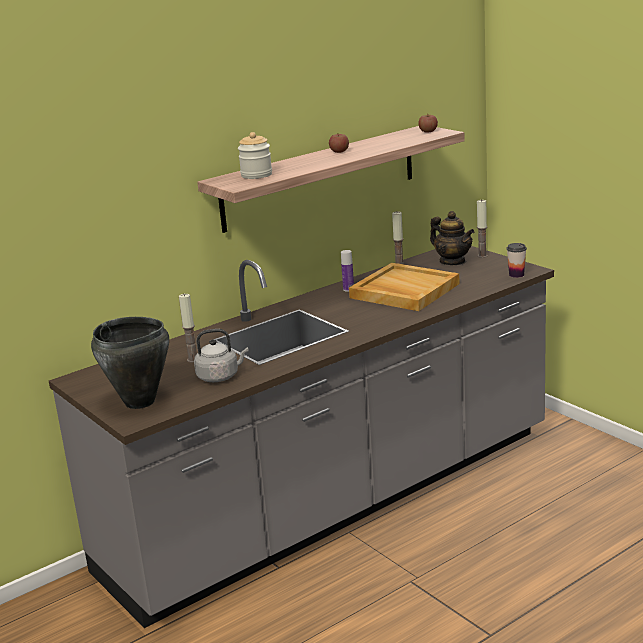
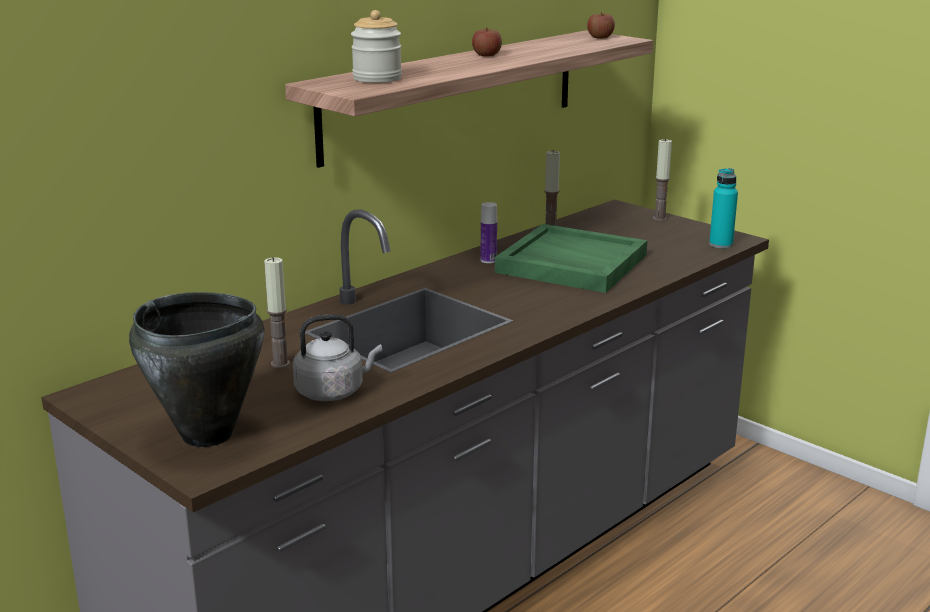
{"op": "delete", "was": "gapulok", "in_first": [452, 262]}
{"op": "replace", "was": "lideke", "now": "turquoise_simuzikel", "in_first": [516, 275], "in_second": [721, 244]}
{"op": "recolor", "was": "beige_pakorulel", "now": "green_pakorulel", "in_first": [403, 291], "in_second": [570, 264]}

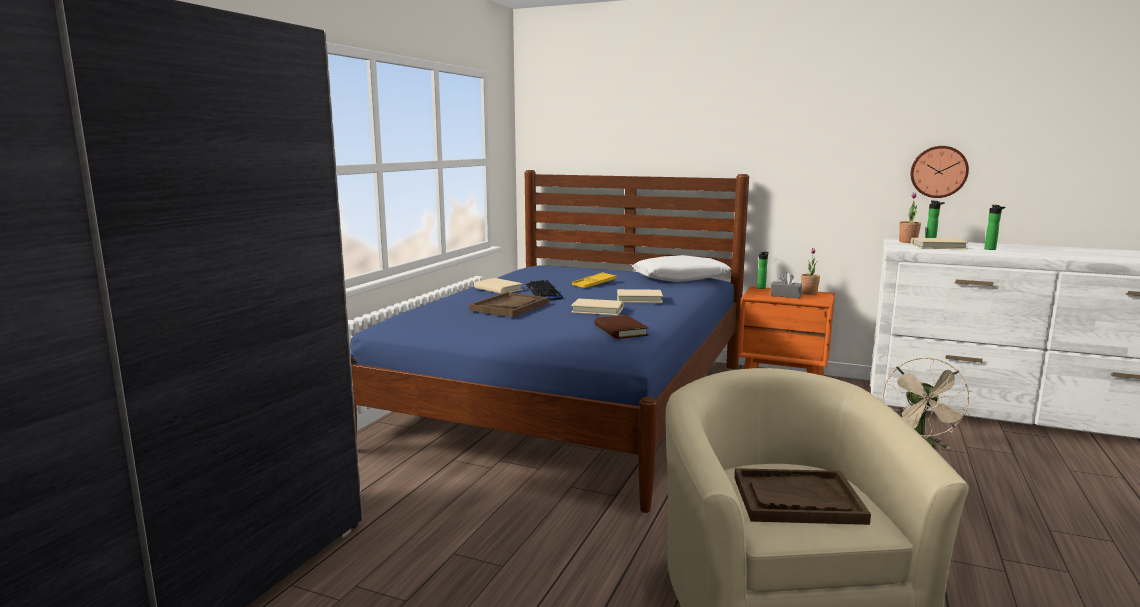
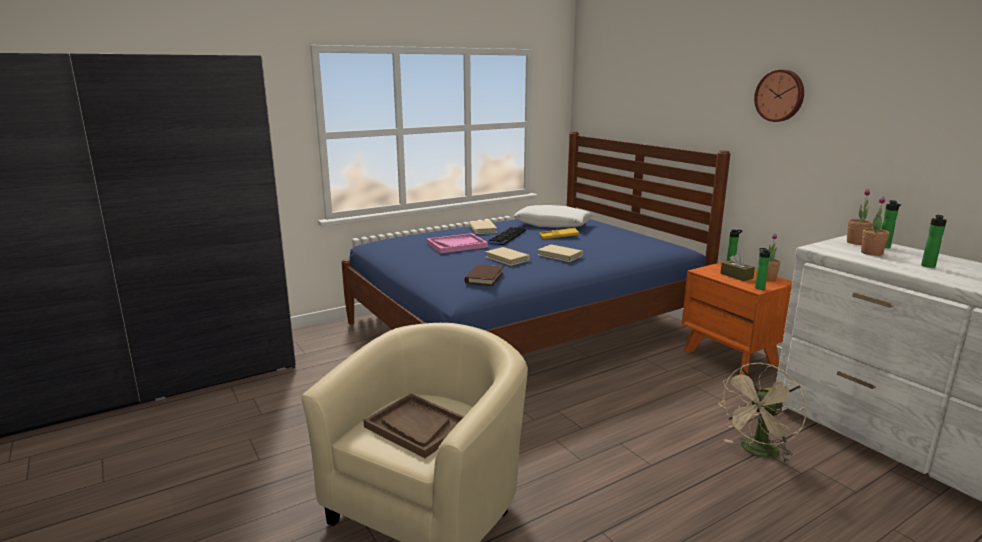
{"op": "insert", "now": "simuzikel", "in_second": [759, 287]}
{"op": "move", "was": "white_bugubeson", "in_first": [680, 278], "in_second": [553, 224]}
{"op": "move", "was": "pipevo", "in_first": [938, 171], "in_second": [780, 95]}
{"op": "replace", "was": "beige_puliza", "now": "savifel", "in_first": [938, 246], "in_second": [871, 253]}
{"op": "recolor", "was": "brown_pakorulel", "now": "pink_pakorulel", "in_first": [509, 307], "in_second": [457, 245]}
{"op": "recolor", "was": "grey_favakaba", "now": "brown_favakaba", "in_first": [785, 295], "in_second": [736, 276]}

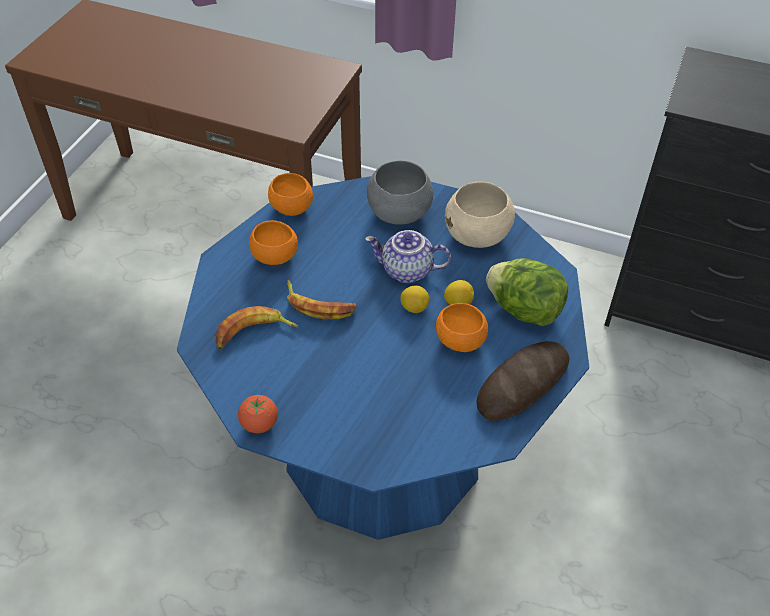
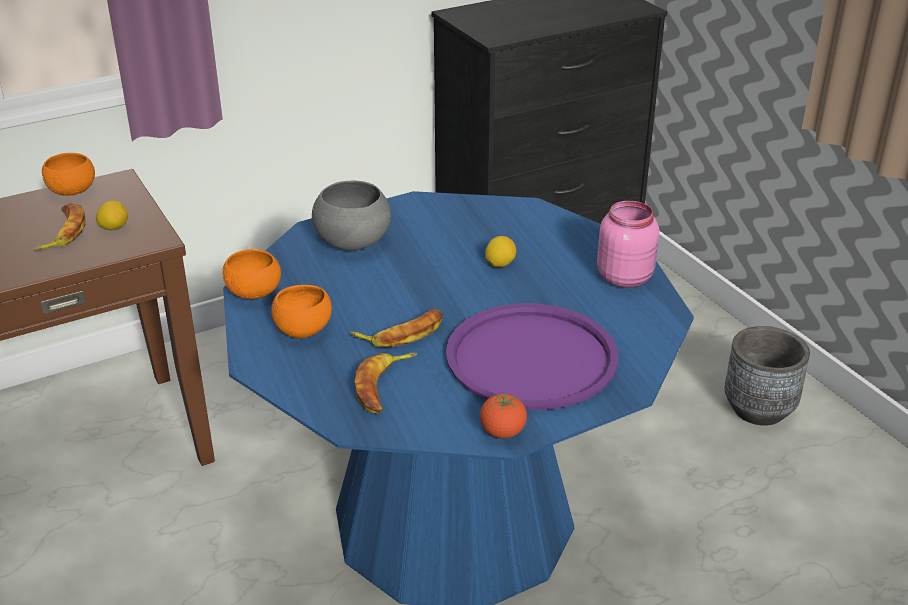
{"op": "delete", "was": "gapulok", "in_first": [406, 271]}
{"op": "delete", "was": "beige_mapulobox", "in_first": [478, 236]}
{"op": "delete", "was": "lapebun", "in_first": [524, 310]}
{"op": "insert", "now": "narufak", "in_second": [63, 233]}
{"op": "insert", "now": "purple_pakorulel", "in_second": [531, 358]}
{"op": "insert", "now": "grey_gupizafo", "in_second": [759, 409]}
{"op": "move", "was": "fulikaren", "in_first": [414, 308], "in_second": [114, 228]}
{"op": "move", "was": "orange_mapulobox", "in_first": [460, 341], "in_second": [72, 191]}
{"op": "replace", "was": "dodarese", "now": "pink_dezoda", "in_first": [522, 384], "in_second": [625, 277]}

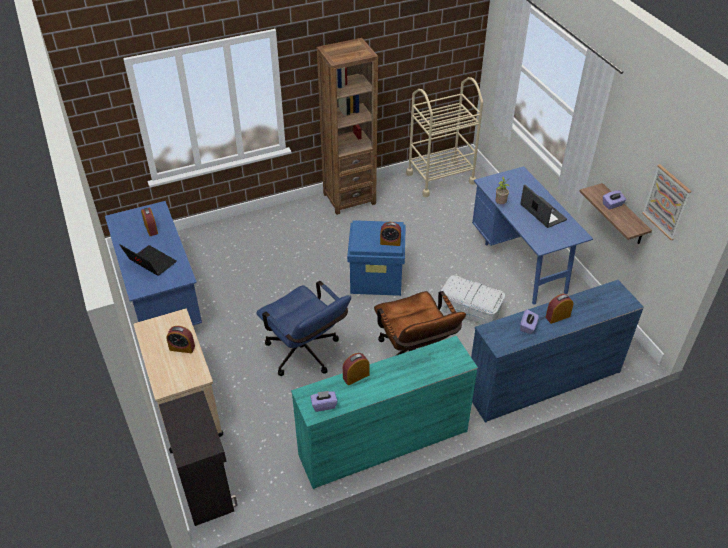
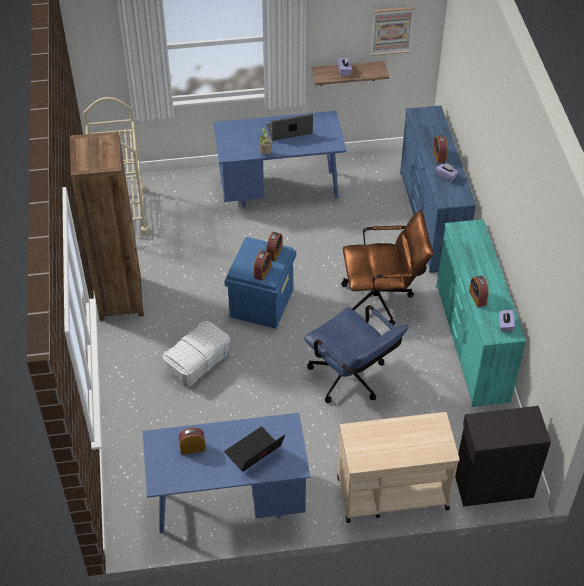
{"op": "move", "was": "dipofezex", "in_first": [182, 348], "in_second": [262, 272]}
{"op": "move", "was": "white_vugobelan", "in_first": [470, 310], "in_second": [198, 363]}
{"op": "rotate", "was": "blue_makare", "in_first": [306, 355], "in_second": [351, 380], "clockwise": 75}

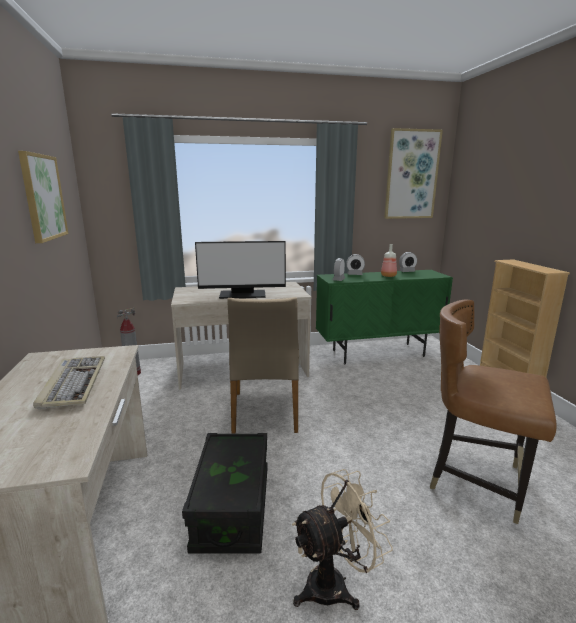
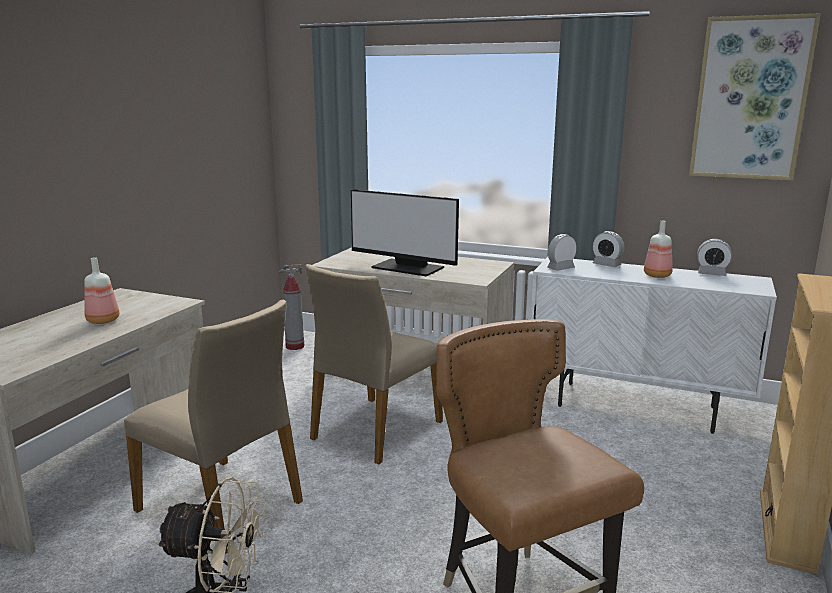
{"op": "delete", "was": "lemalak", "in_first": [43, 197]}
{"op": "replace", "was": "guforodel", "now": "simuzikel", "in_first": [73, 383], "in_second": [103, 320]}
{"op": "replace", "was": "black_vugobelan", "now": "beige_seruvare", "in_first": [232, 507], "in_second": [222, 505]}
{"op": "recolor", "was": "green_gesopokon", "now": "white_gesopokon", "in_first": [378, 353], "in_second": [636, 407]}

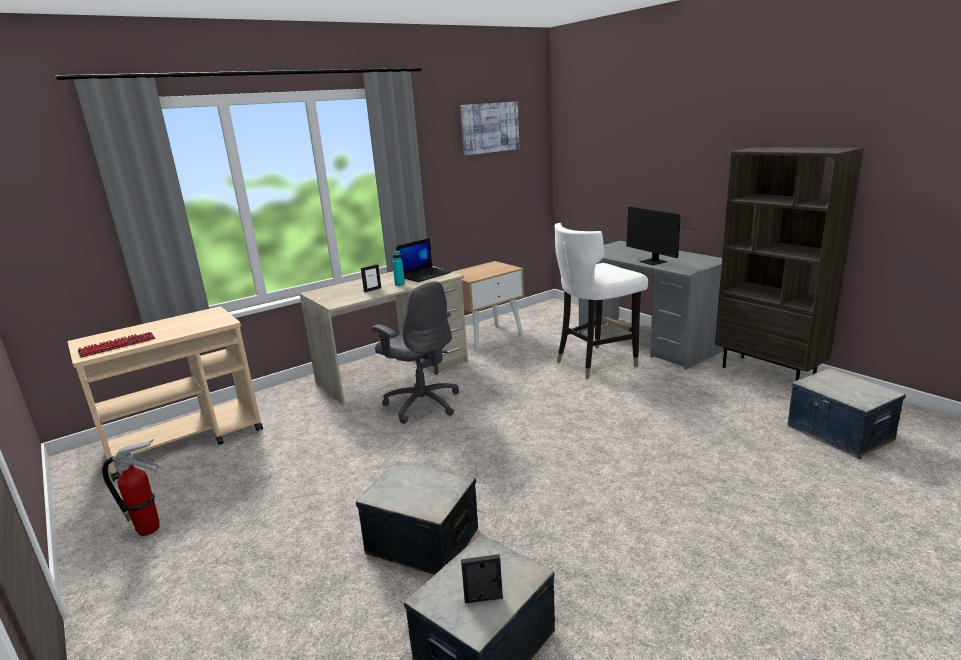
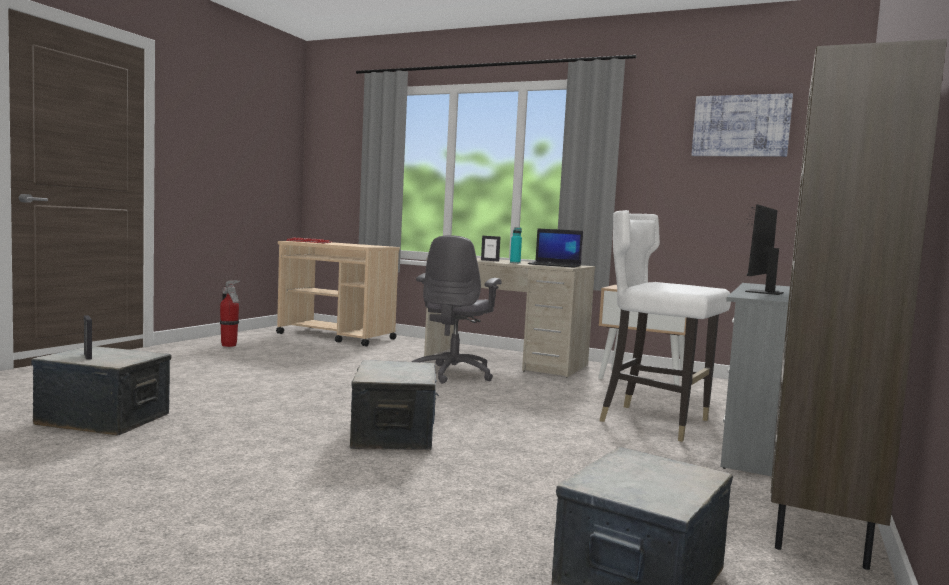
{"op": "move", "was": "vugobelan", "in_first": [423, 541], "in_second": [394, 434]}

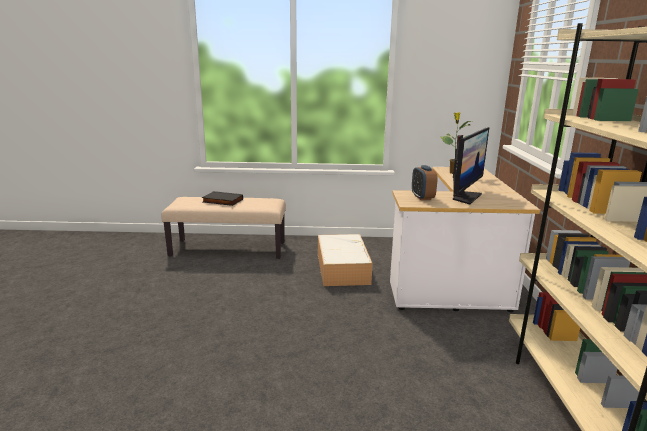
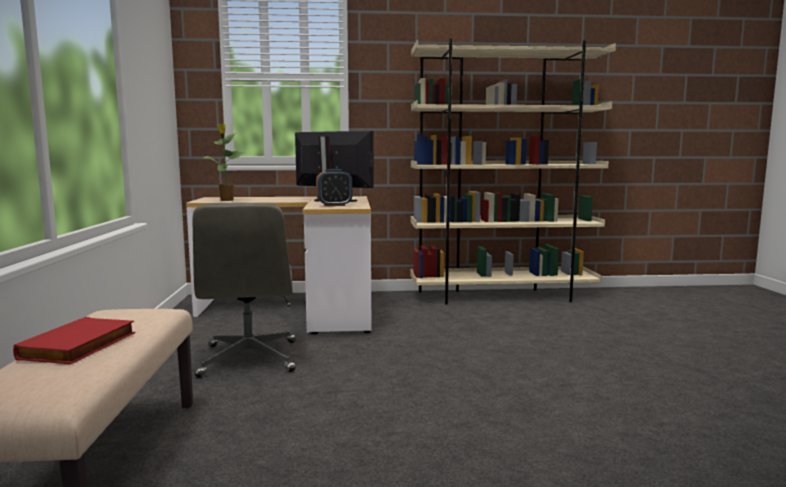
{"op": "replace", "was": "vugobelan", "now": "grey_makare", "in_first": [342, 267], "in_second": [249, 359]}
{"op": "recolor", "was": "black_puliza", "now": "red_puliza", "in_first": [222, 201], "in_second": [80, 346]}

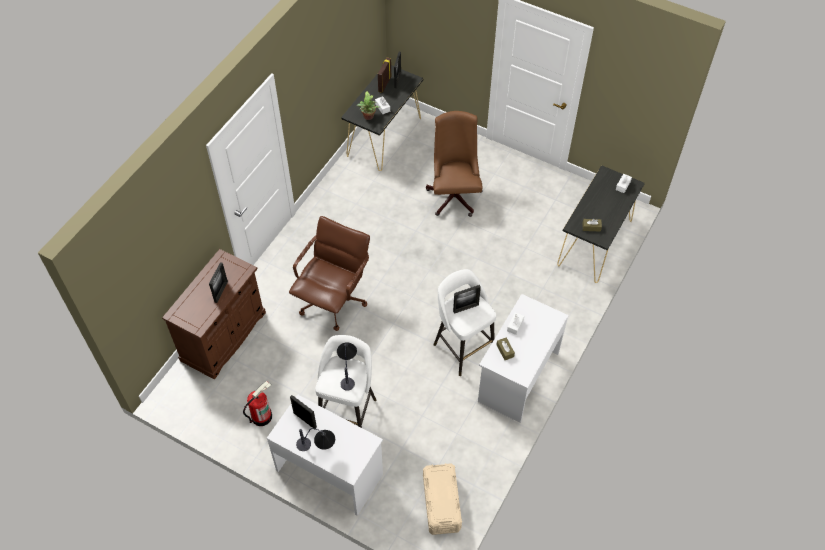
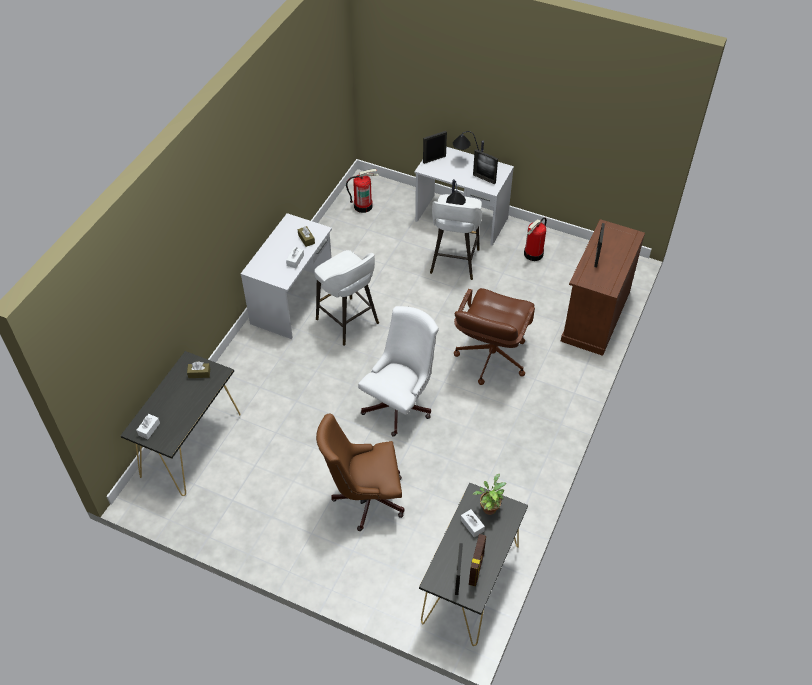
{"op": "insert", "now": "white_makare", "in_second": [400, 404]}
{"op": "move", "was": "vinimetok", "in_first": [466, 308], "in_second": [434, 159]}
{"op": "replace", "was": "beige_vugobelan", "now": "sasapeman", "in_first": [441, 503], "in_second": [363, 206]}
{"op": "rotate", "was": "brown_makare", "in_first": [454, 194], "in_second": [364, 498], "clockwise": 90}

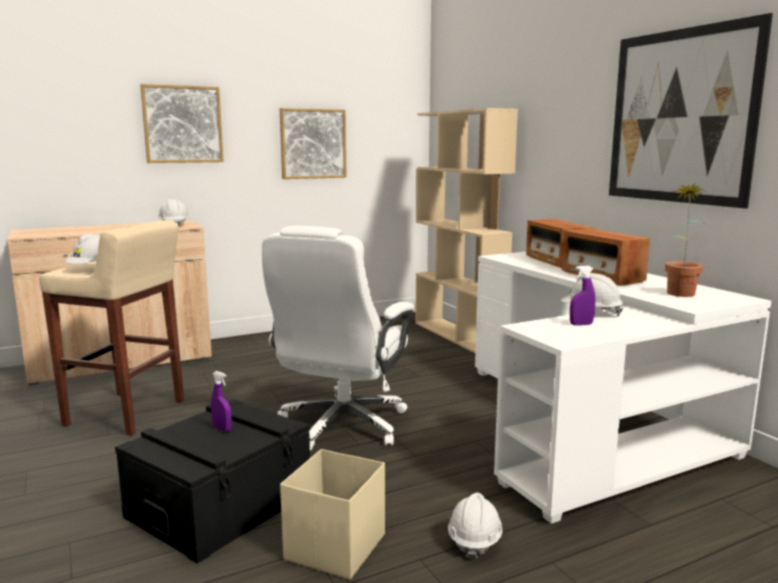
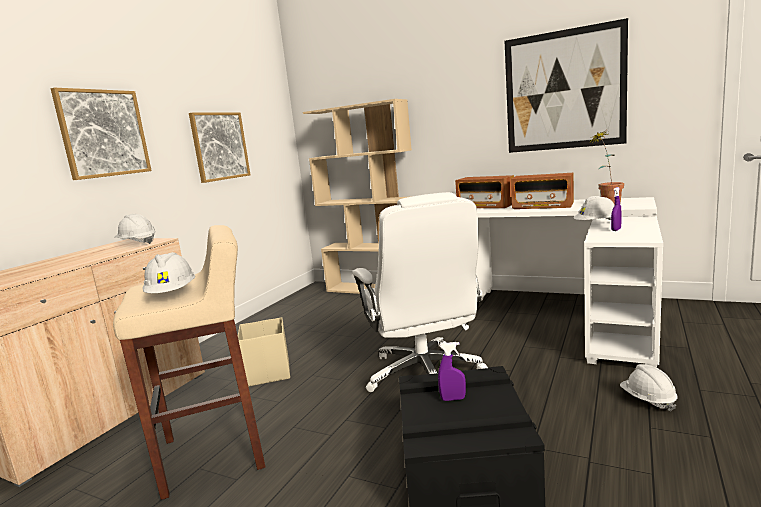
{"op": "move", "was": "beige_vugobelan", "in_first": [334, 548], "in_second": [267, 373]}

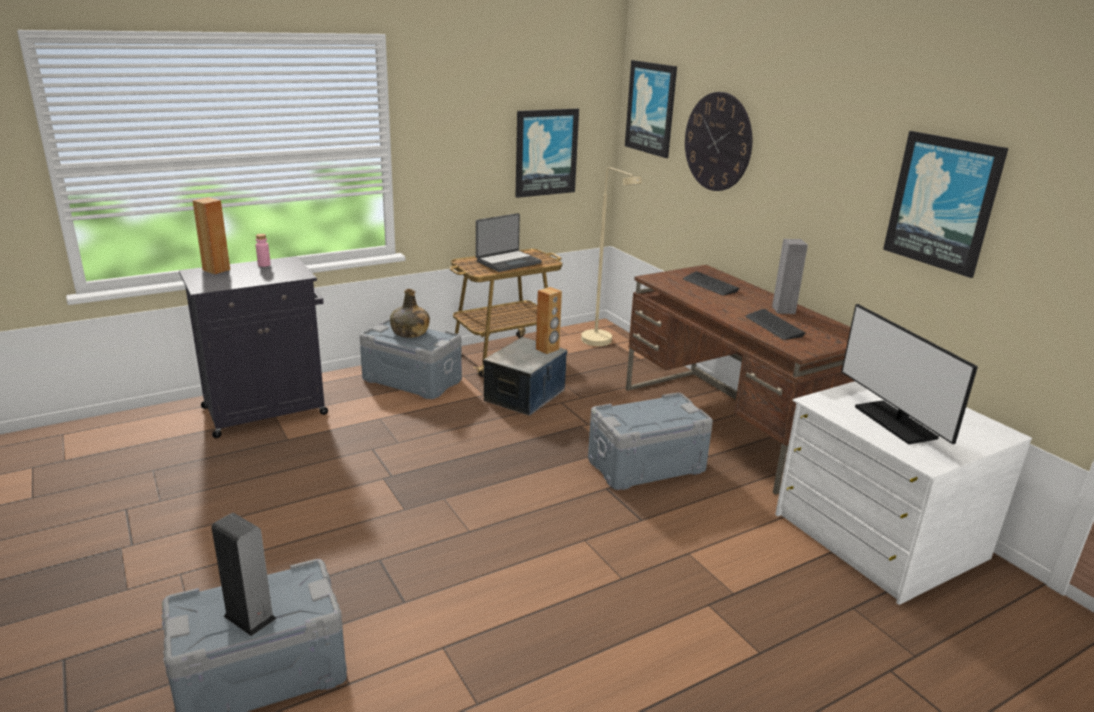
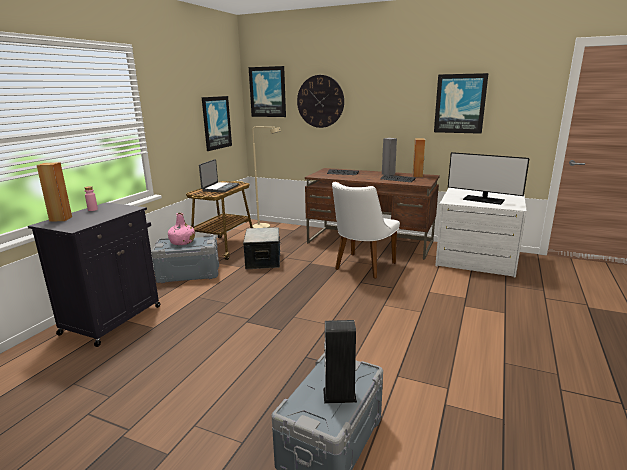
{"op": "move", "was": "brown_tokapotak", "in_first": [547, 349], "in_second": [417, 175]}
{"op": "replace", "was": "grey_vugobelan", "now": "white_seruvare", "in_first": [645, 465], "in_second": [361, 267]}
{"op": "recolor", "was": "green_simuzikel", "now": "pink_simuzikel", "in_first": [410, 333], "in_second": [182, 242]}

